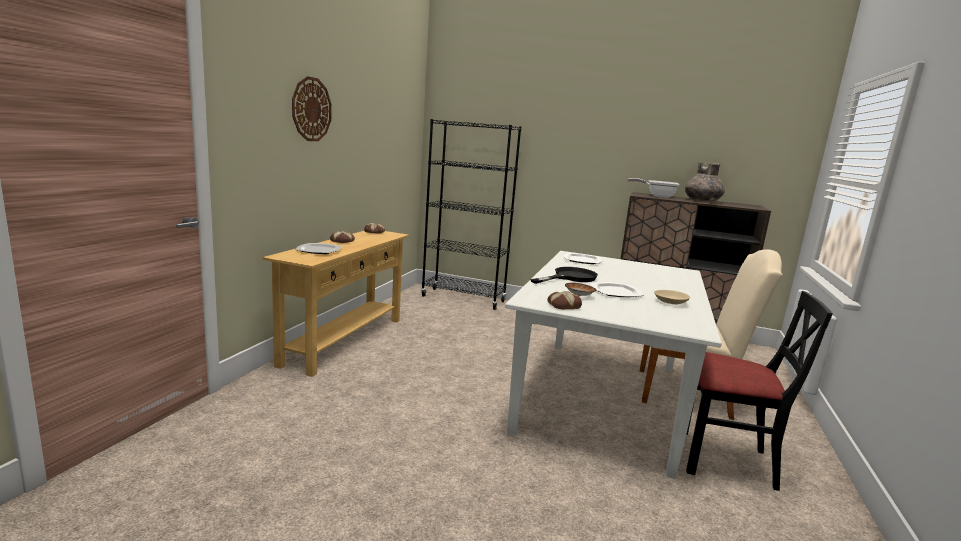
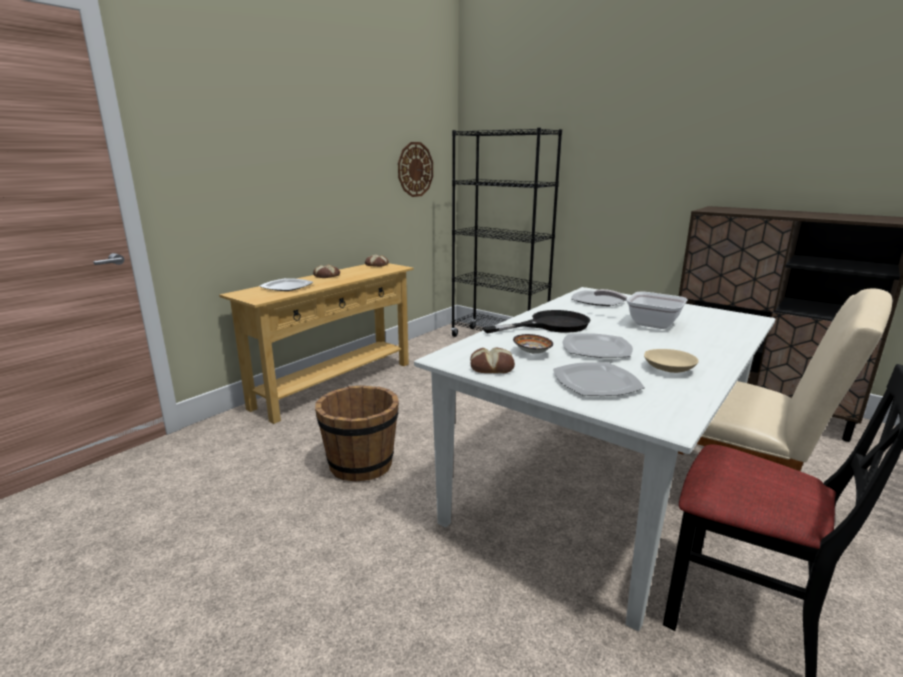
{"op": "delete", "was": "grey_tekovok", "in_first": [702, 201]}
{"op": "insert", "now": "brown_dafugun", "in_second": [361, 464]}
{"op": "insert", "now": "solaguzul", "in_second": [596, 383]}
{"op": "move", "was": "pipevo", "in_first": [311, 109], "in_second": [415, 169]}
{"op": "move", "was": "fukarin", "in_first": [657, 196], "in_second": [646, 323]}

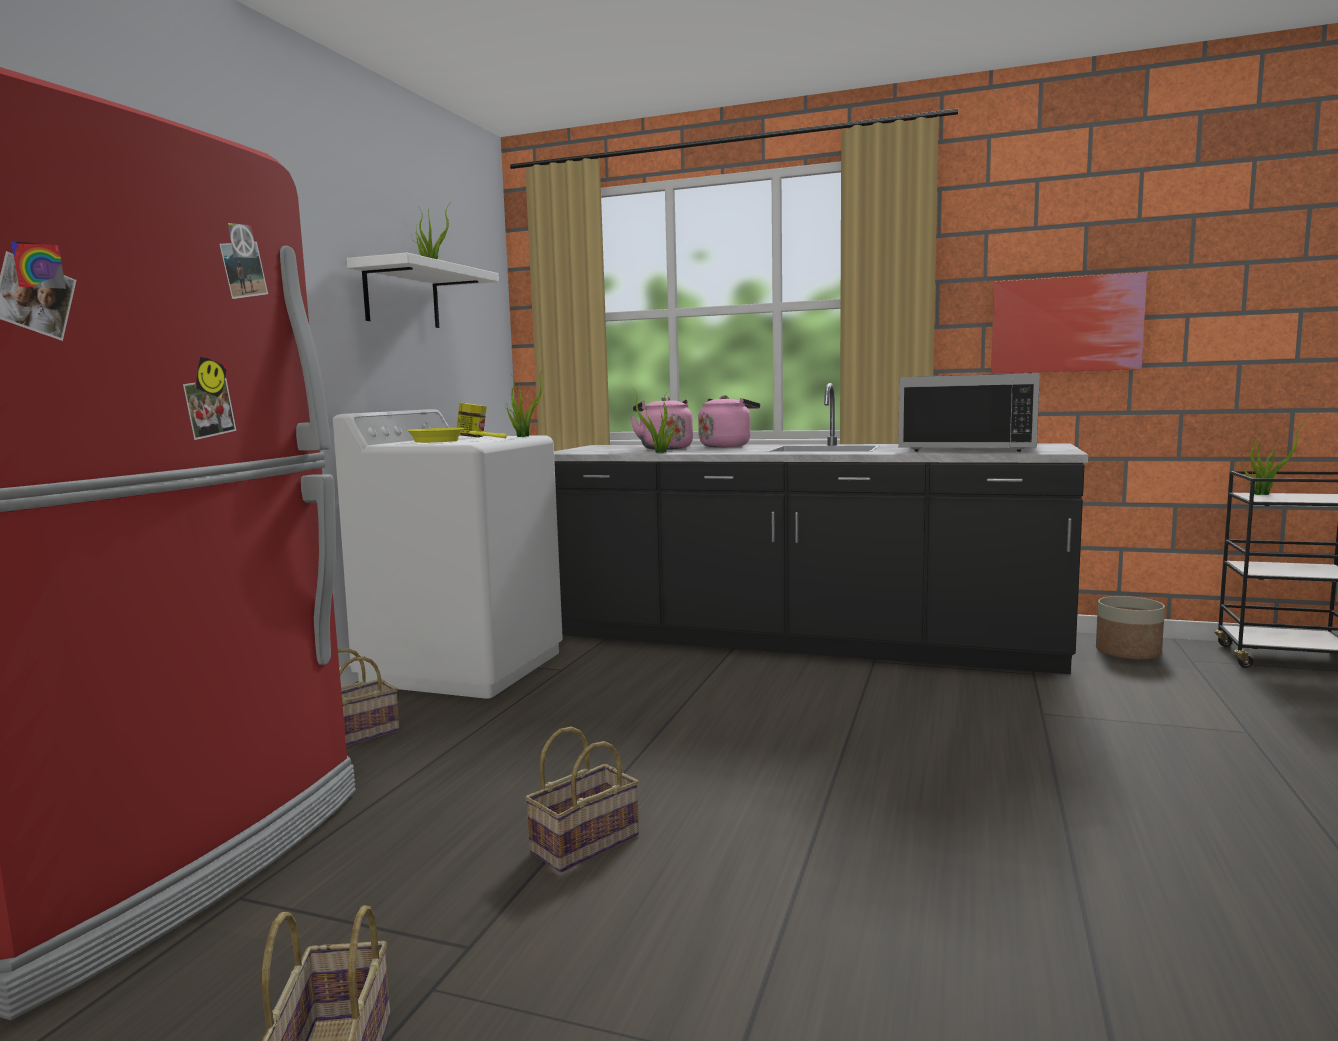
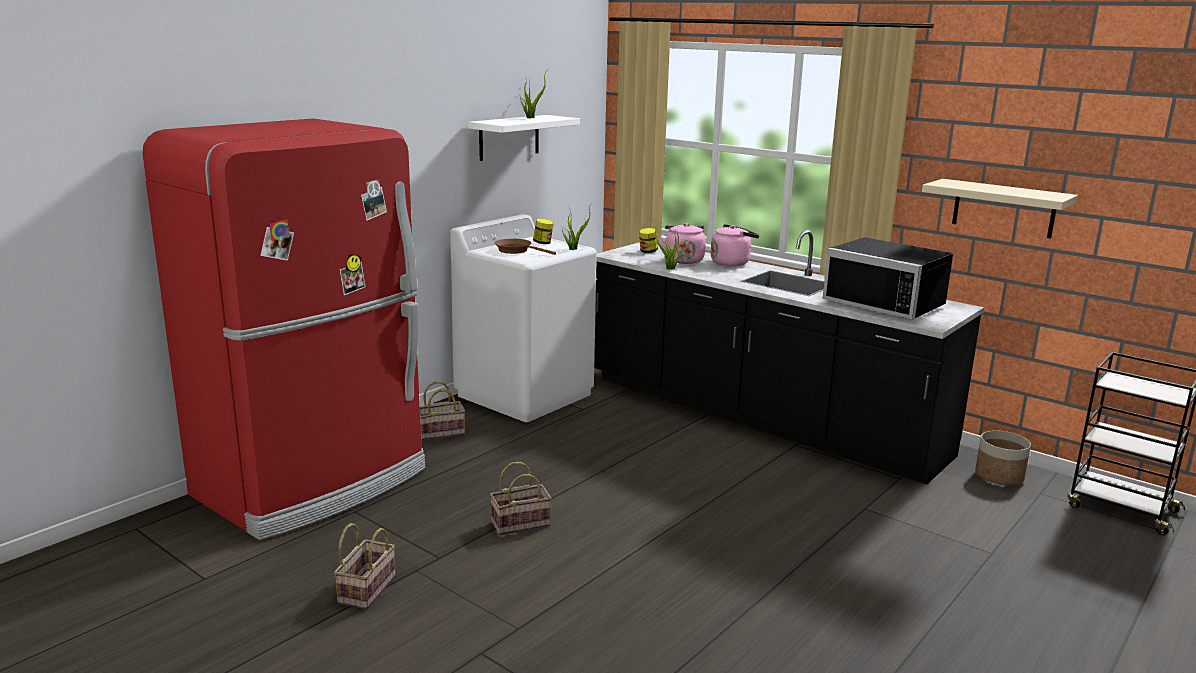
{"op": "delete", "was": "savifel", "in_first": [1263, 494]}
{"op": "insert", "now": "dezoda", "in_second": [648, 251]}
{"op": "replace", "was": "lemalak", "now": "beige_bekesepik", "in_first": [1065, 324], "in_second": [1003, 208]}
{"op": "recolor", "was": "yellow_fukarin", "now": "brown_fukarin", "in_first": [442, 441], "in_second": [516, 251]}

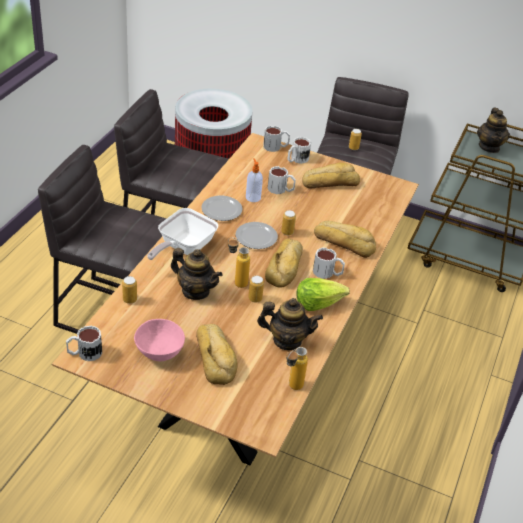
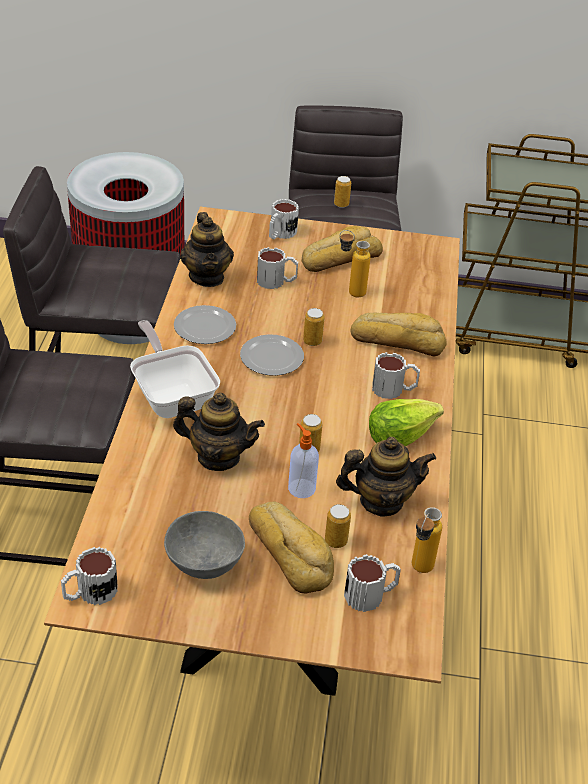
{"op": "delete", "was": "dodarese", "in_first": [286, 267]}
{"op": "move", "was": "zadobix", "in_first": [130, 299], "in_second": [336, 541]}
{"op": "move", "was": "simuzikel", "in_first": [236, 281], "in_second": [350, 291]}
{"op": "move", "was": "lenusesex", "in_first": [253, 197], "in_second": [301, 488]}
{"op": "move", "was": "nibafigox", "in_first": [275, 147], "in_second": [371, 594]}
{"op": "move", "was": "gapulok", "in_first": [489, 147], "in_second": [207, 277]}
{"op": "recolor", "was": "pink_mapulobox", "now": "grey_mapulobox", "in_first": [159, 353], "in_second": [204, 565]}
{"op": "rotate", "was": "fukarin", "in_first": [183, 248], "in_second": [172, 396], "clockwise": 135}

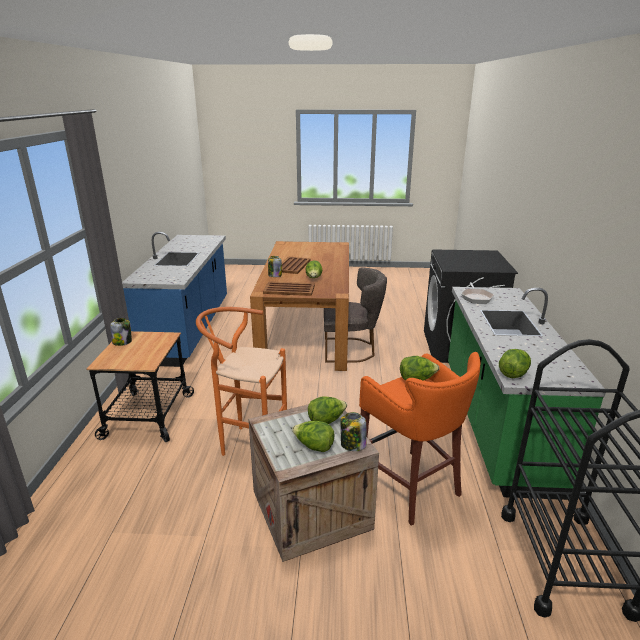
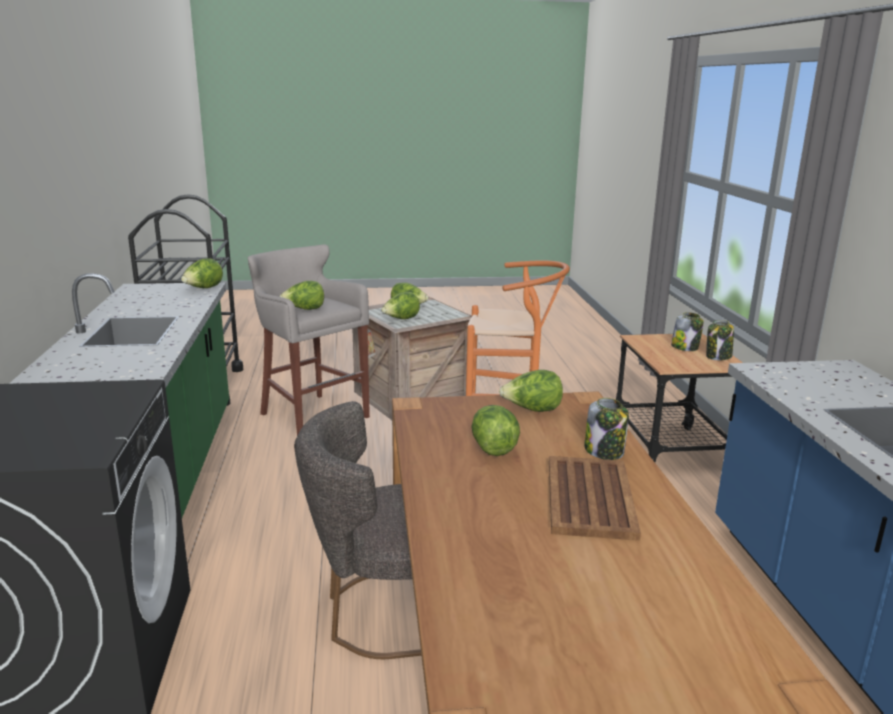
{"op": "delete", "was": "fukarin", "in_first": [476, 297]}
{"op": "move", "was": "dezoda", "in_first": [352, 445], "in_second": [685, 347]}
{"op": "replace", "was": "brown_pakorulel", "now": "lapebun", "in_first": [288, 289], "in_second": [532, 410]}
{"op": "recolor", "was": "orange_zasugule", "now": "grey_zasugule", "in_first": [411, 488], "in_second": [311, 415]}

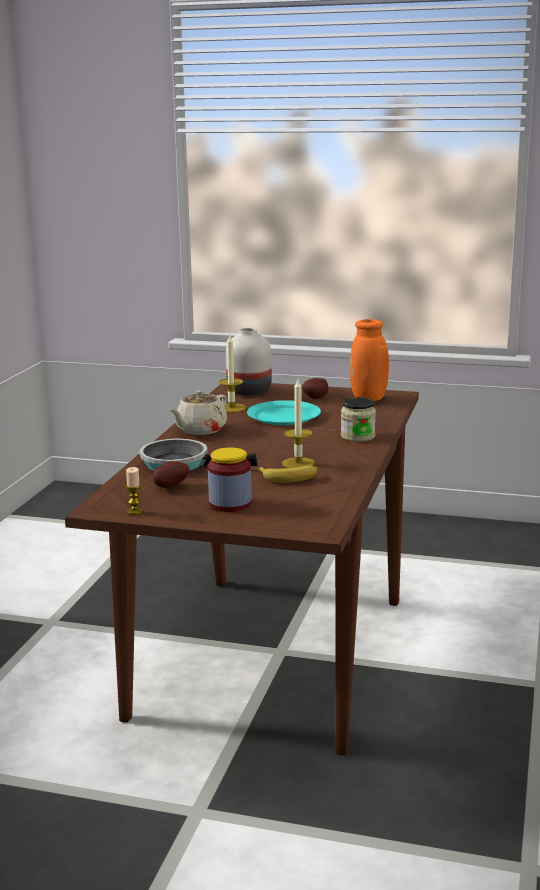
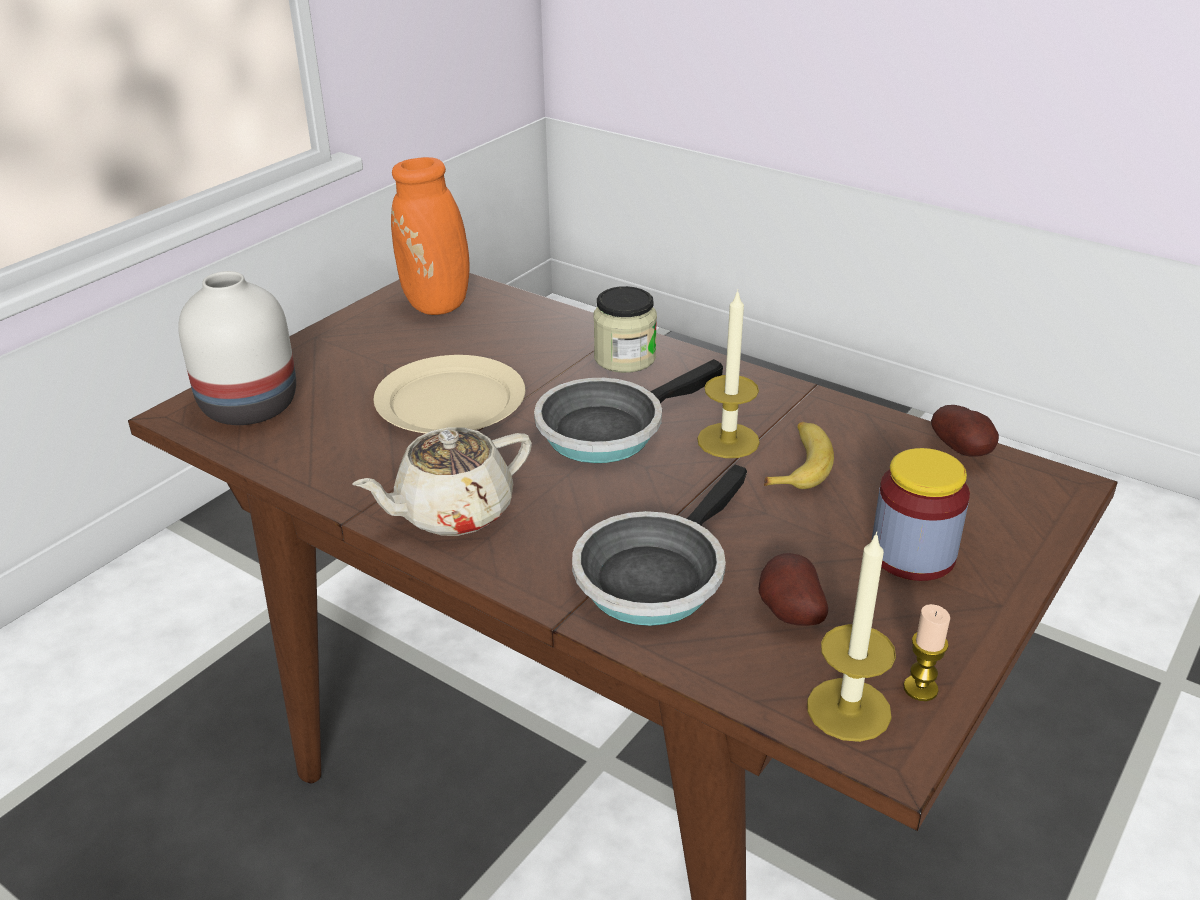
{"op": "insert", "now": "fukarin", "in_second": [608, 429]}
{"op": "move", "was": "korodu", "in_first": [231, 408], "in_second": [848, 709]}
{"op": "move", "was": "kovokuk", "in_first": [317, 398], "in_second": [963, 451]}
{"op": "recolor", "was": "turquoise_solaguzul", "now": "beige_solaguzul", "in_first": [284, 416], "in_second": [451, 401]}
{"op": "rotate", "was": "beige_gapulok", "in_first": [200, 430], "in_second": [452, 512], "clockwise": 90}

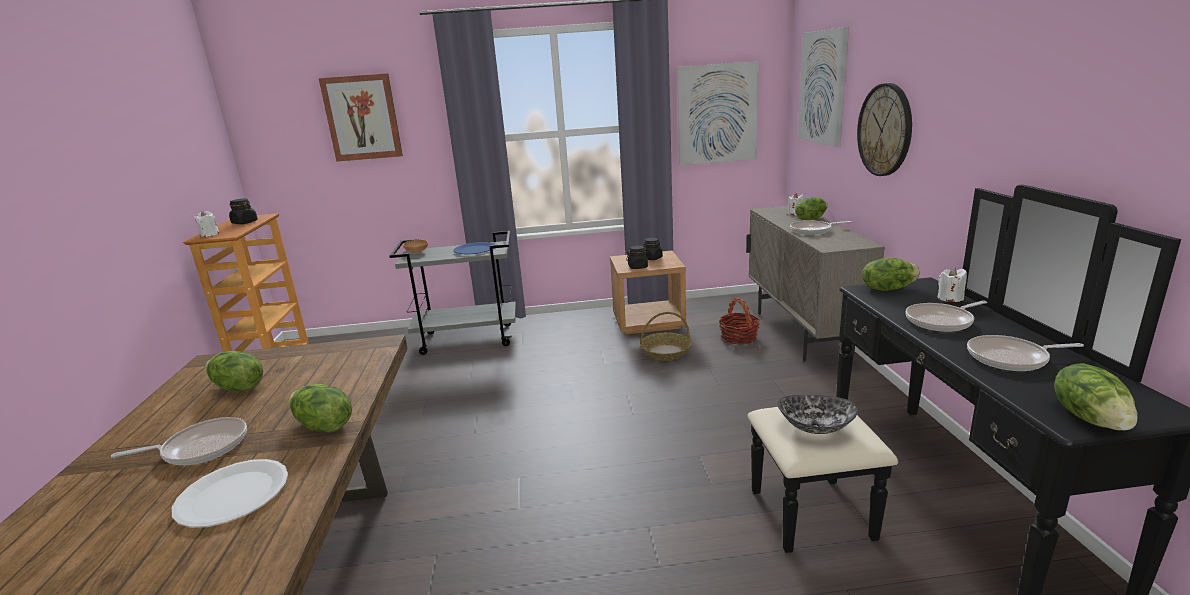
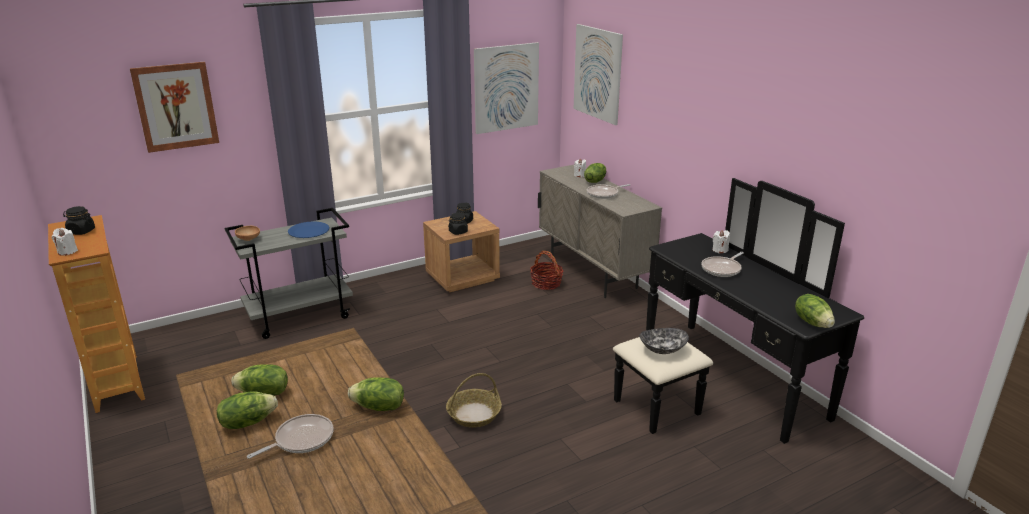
{"op": "delete", "was": "white_solaguzul", "in_first": [233, 494]}
{"op": "delete", "was": "pipevo", "in_first": [885, 130]}
{"op": "delete", "was": "fukarin", "in_first": [1011, 358]}
{"op": "move", "was": "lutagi", "in_first": [665, 352], "in_second": [474, 414]}
{"op": "move", "was": "lapebun", "in_first": [887, 288], "in_second": [247, 422]}

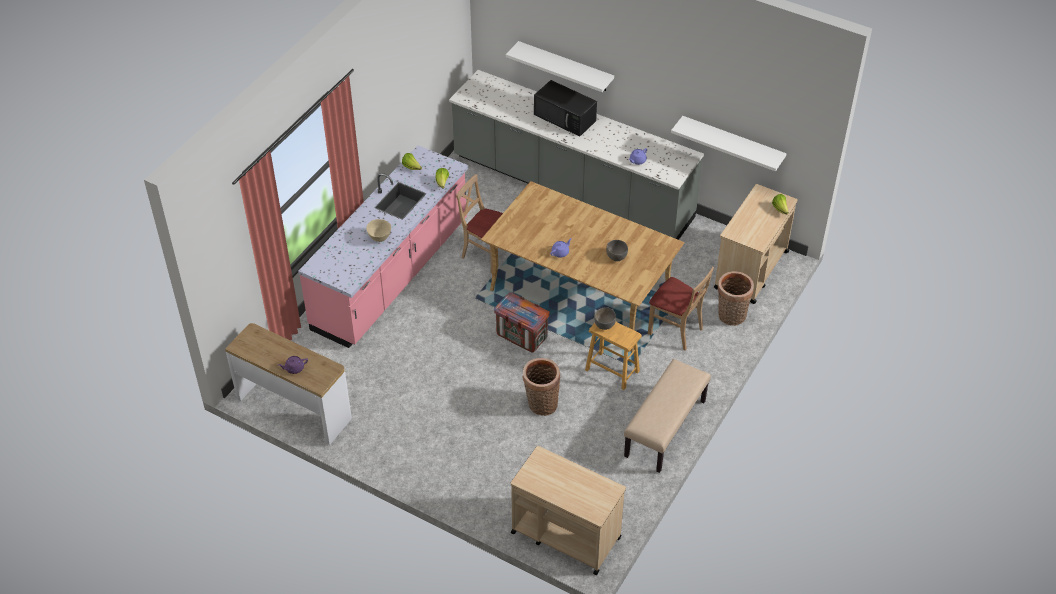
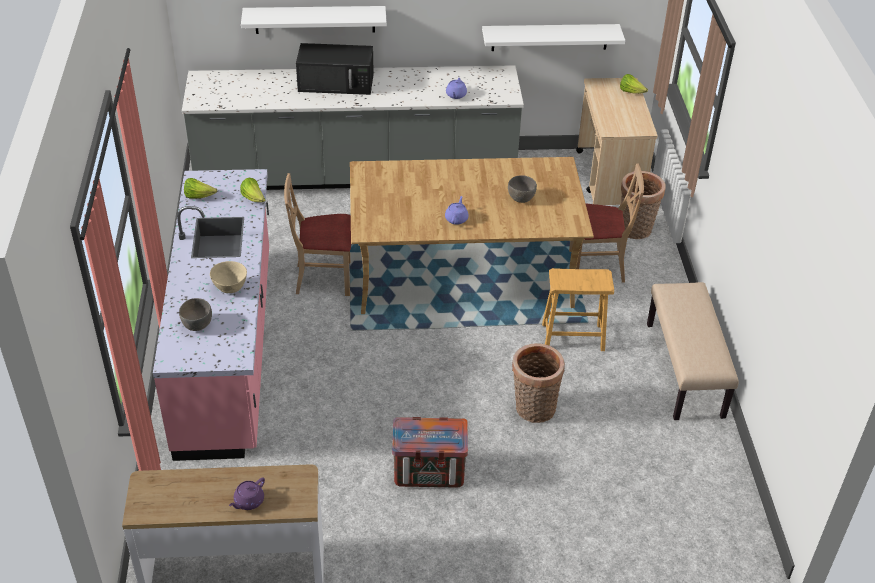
{"op": "delete", "was": "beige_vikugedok", "in_first": [565, 534]}
{"op": "move", "was": "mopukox", "in_first": [522, 336], "in_second": [430, 472]}
{"op": "move", "was": "grey_mapulobox", "in_first": [604, 325], "in_second": [197, 325]}

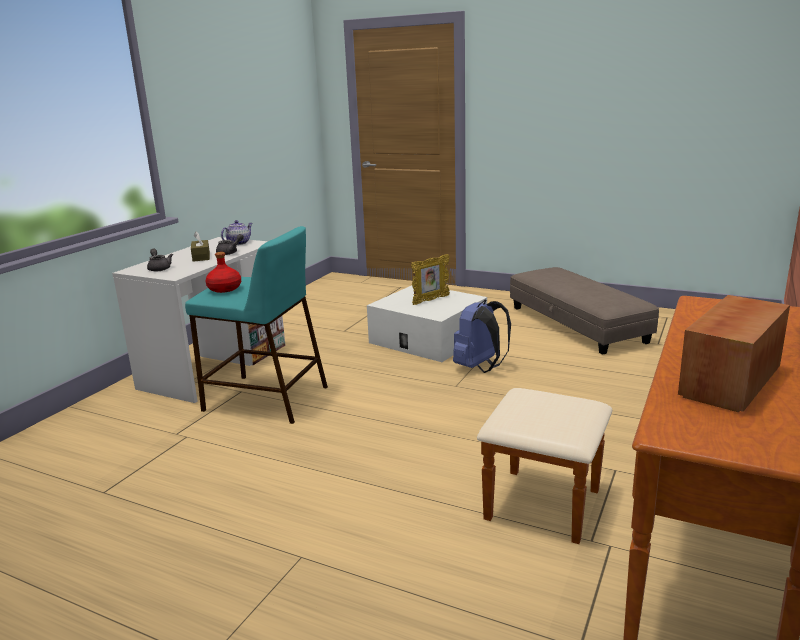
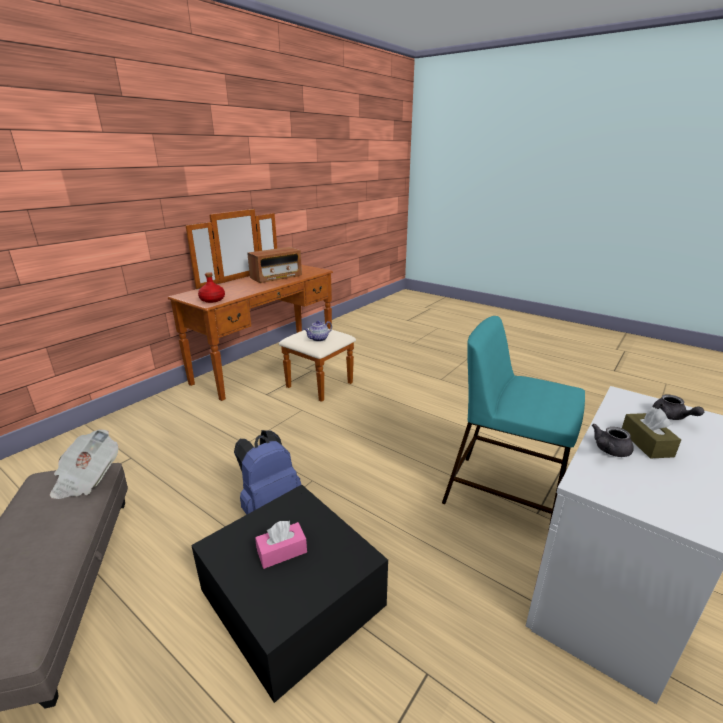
{"op": "insert", "now": "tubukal", "in_second": [87, 478]}
{"op": "move", "was": "red_simuzikel", "in_first": [224, 289], "in_second": [212, 300]}
{"op": "move", "was": "gapulok", "in_first": [239, 243], "in_second": [318, 339]}
{"op": "replace", "was": "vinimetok", "now": "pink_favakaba", "in_first": [430, 300], "in_second": [282, 552]}
{"op": "recolor", "was": "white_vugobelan", "now": "black_vugobelan", "in_first": [428, 338], "in_second": [292, 597]}

